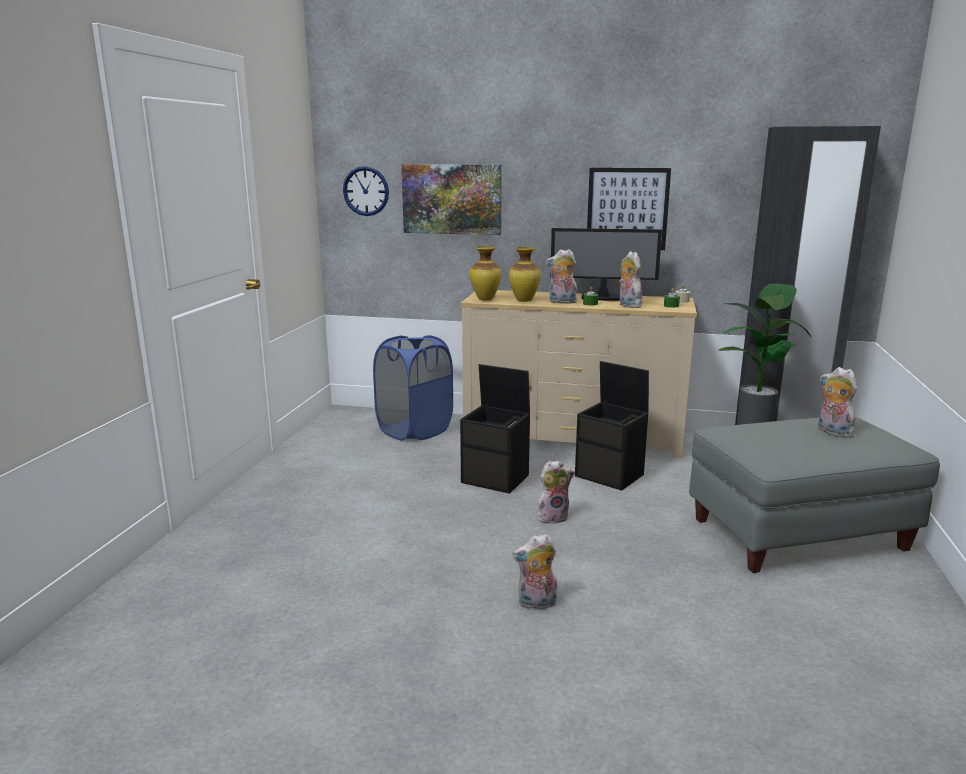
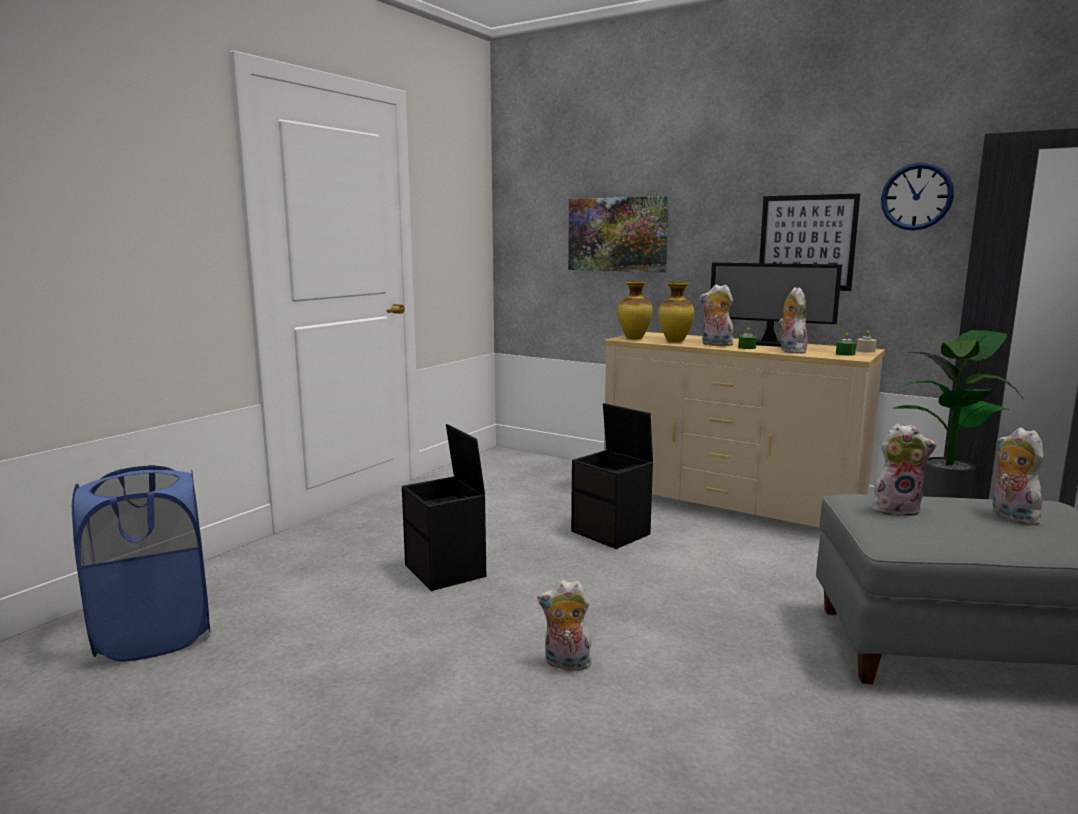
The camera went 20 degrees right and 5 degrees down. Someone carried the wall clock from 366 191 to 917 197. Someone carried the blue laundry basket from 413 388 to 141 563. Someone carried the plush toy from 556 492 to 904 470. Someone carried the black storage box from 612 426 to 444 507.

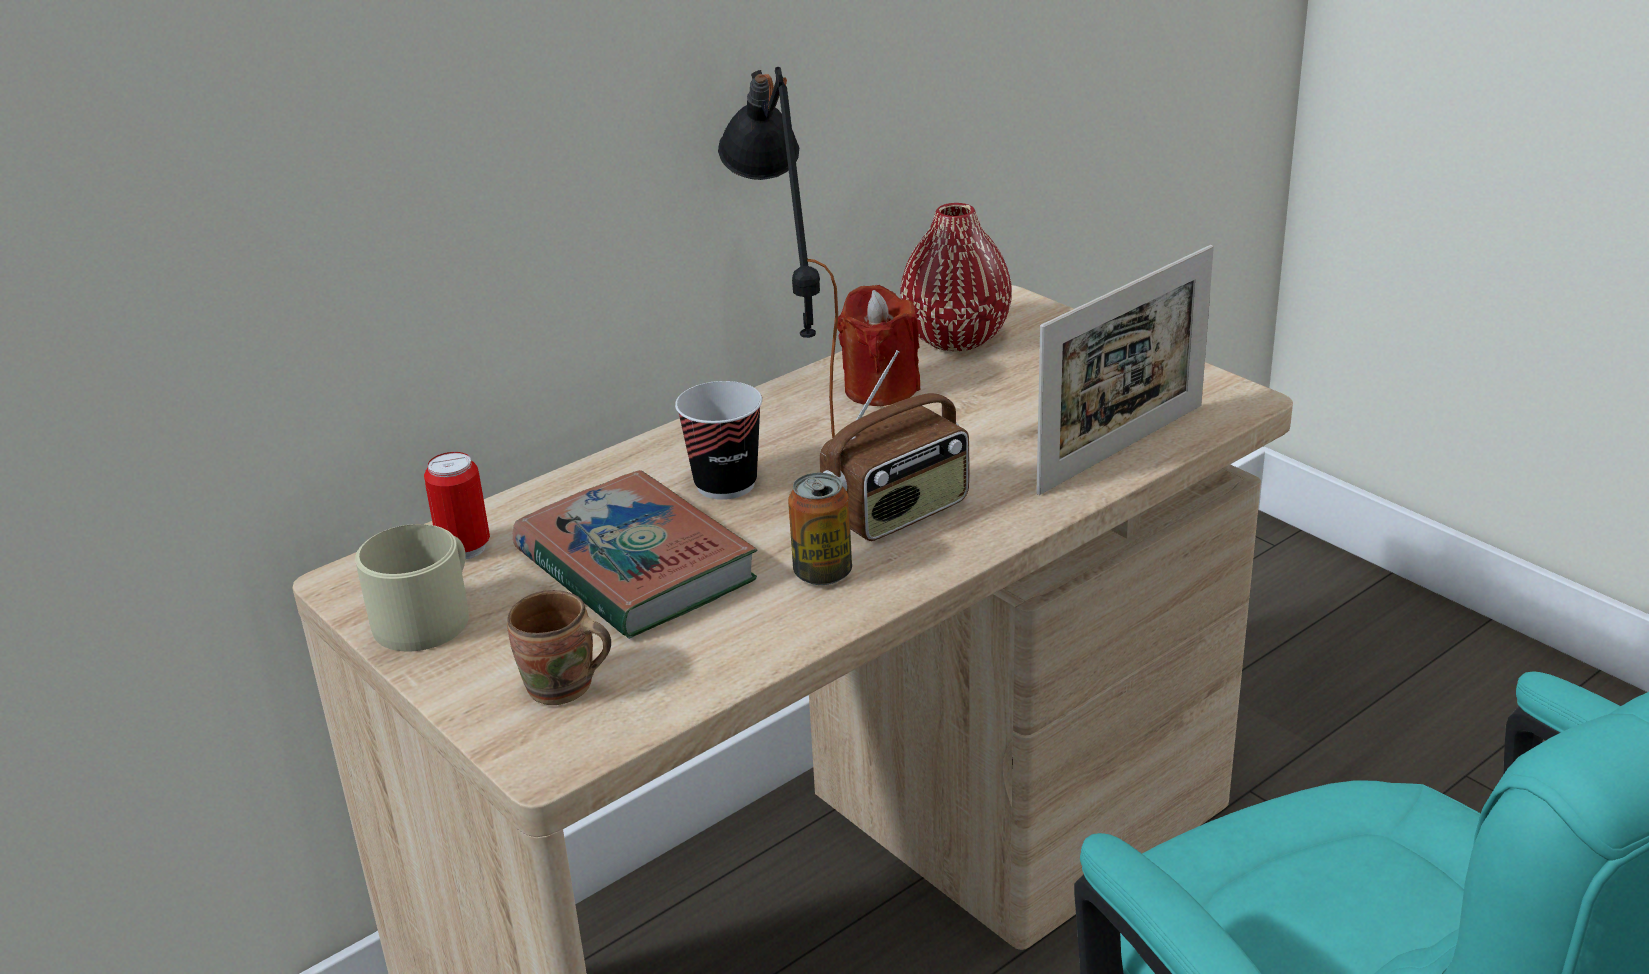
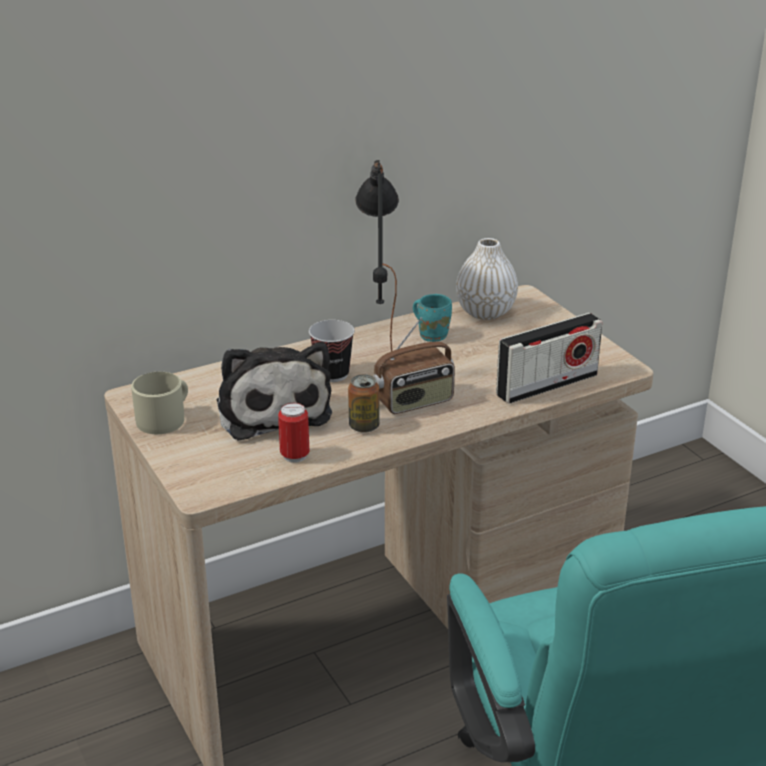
The camera went 10 degrees right and 0 degrees up. Someone took away the brown mug at 559 647. Someone carried the can from 457 506 to 293 433. Someone swapped the book at 634 554 for the plush toy at 274 391. Someone swapped the red candle at 878 345 for the turquoise mug at 432 318. Someone swapped the picture frame at 1125 370 for the radio at 549 358. Someone repainted the red vase at 956 277, which became the white vase at 487 279.

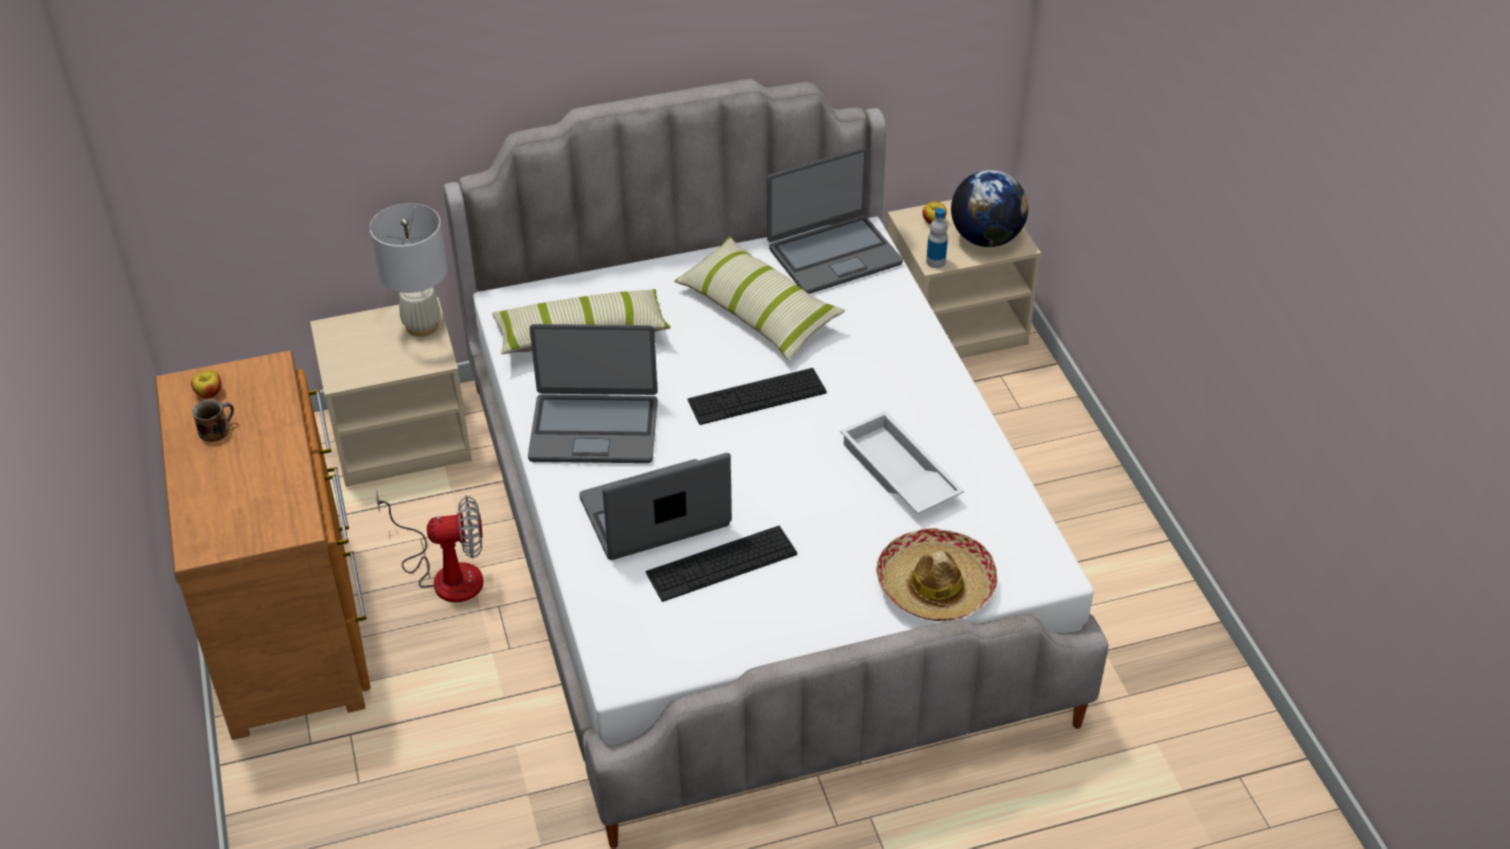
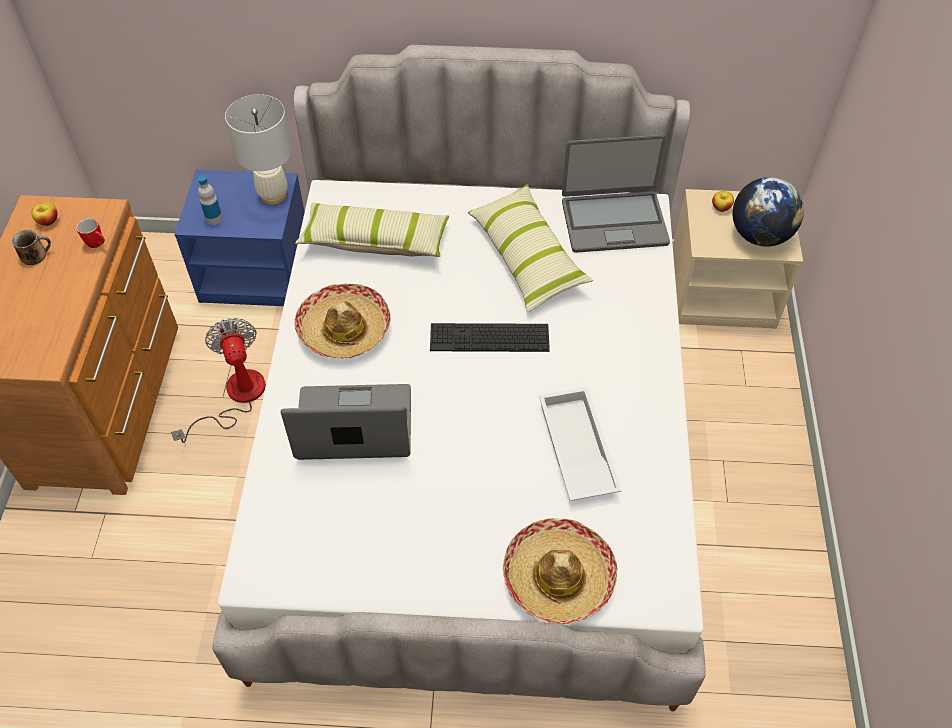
The camera went 20 degrees right and 10 degrees up. Someone took away the keyboard at 721 564. Someone put down the mug at 90 233. Someone carried the bottle from 937 238 to 210 200. Someone swapped the laptop at 593 393 for the hat at 342 320. Someone repainted the beige nightstand at 391 392, which became the blue nightstand at 240 237. Someone rotated the fan at 429 546 by 120 degrees counterclockwise.

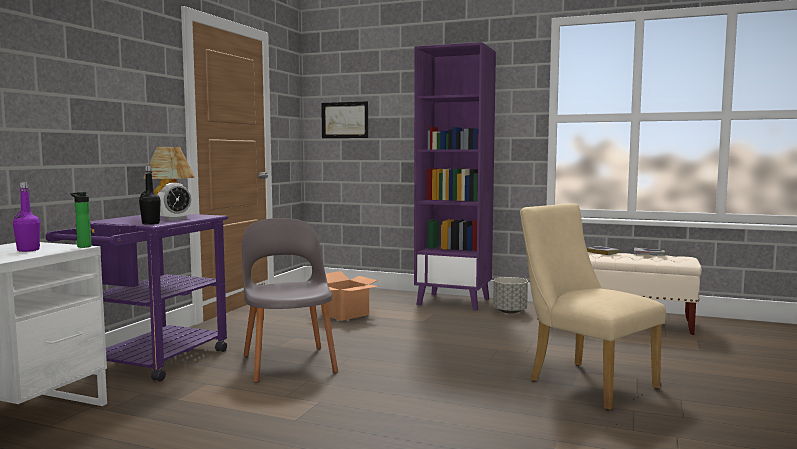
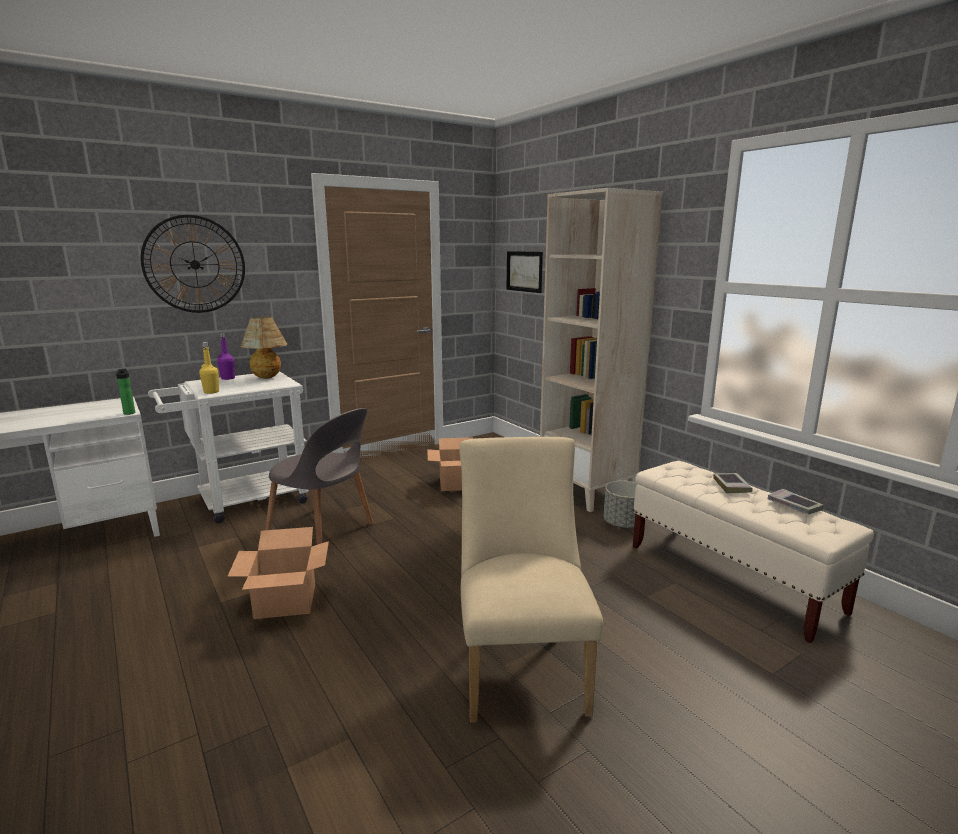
The camera went 35 degrees right and 10 degrees up. Someone took away the alarm clock at 175 201. Someone put up the wall clock at 193 264. Someone put down the cardboard box at 278 573. Someone carried the purple bottle from 26 217 to 226 356. Someone repainted the purple cart at 136 298, which became the white cart at 228 447. Someone repainted the black bottle at 150 195, which became the yellow bottle at 209 368. Someone repainted the purple bookcase at 455 176, which became the beige bookcase at 601 350. Someone rotated the grey chair at 290 300 by 105 degrees clockwise.

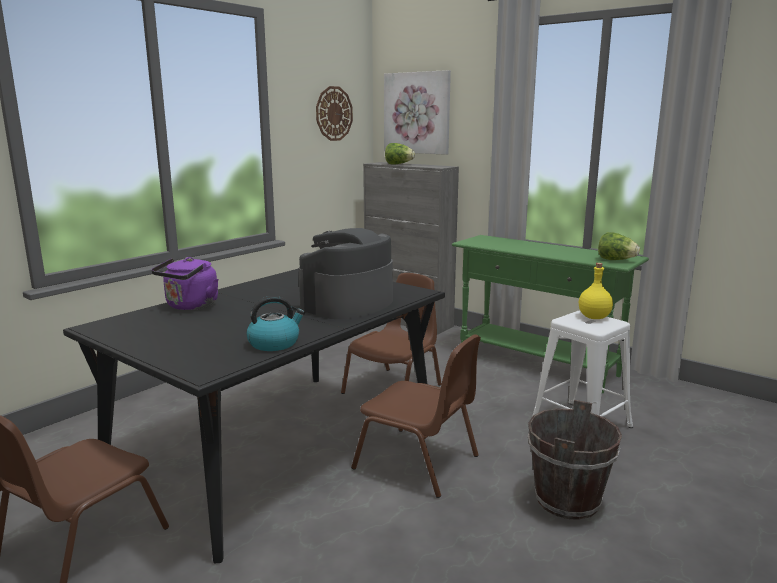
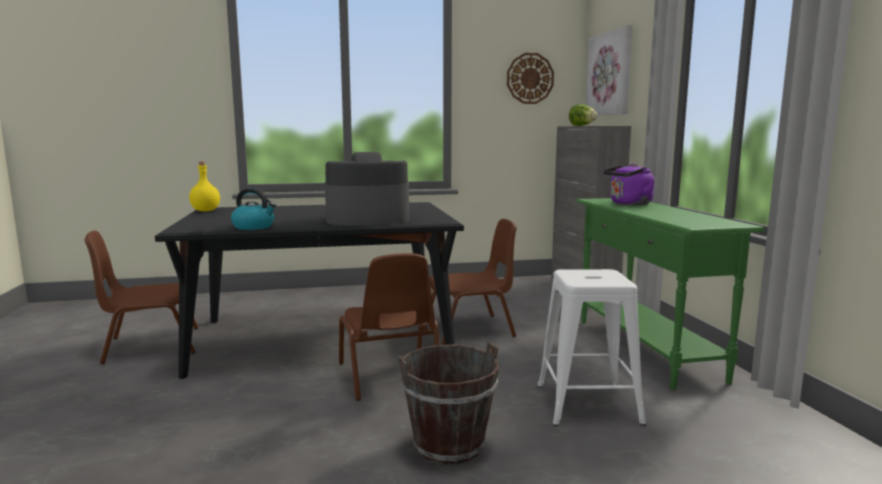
The camera went 40 degrees right and 5 degrees down. Someone took away the lettuce at 619 246. Someone carried the purple kettle from 184 283 to 628 184. Someone carried the yellow bottle from 596 291 to 204 186.

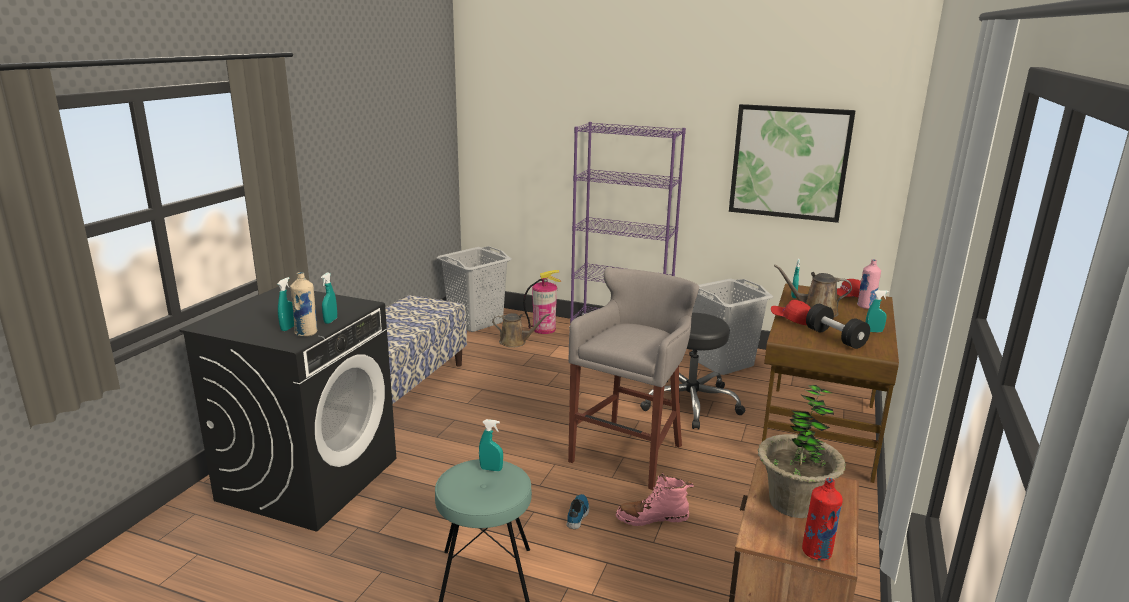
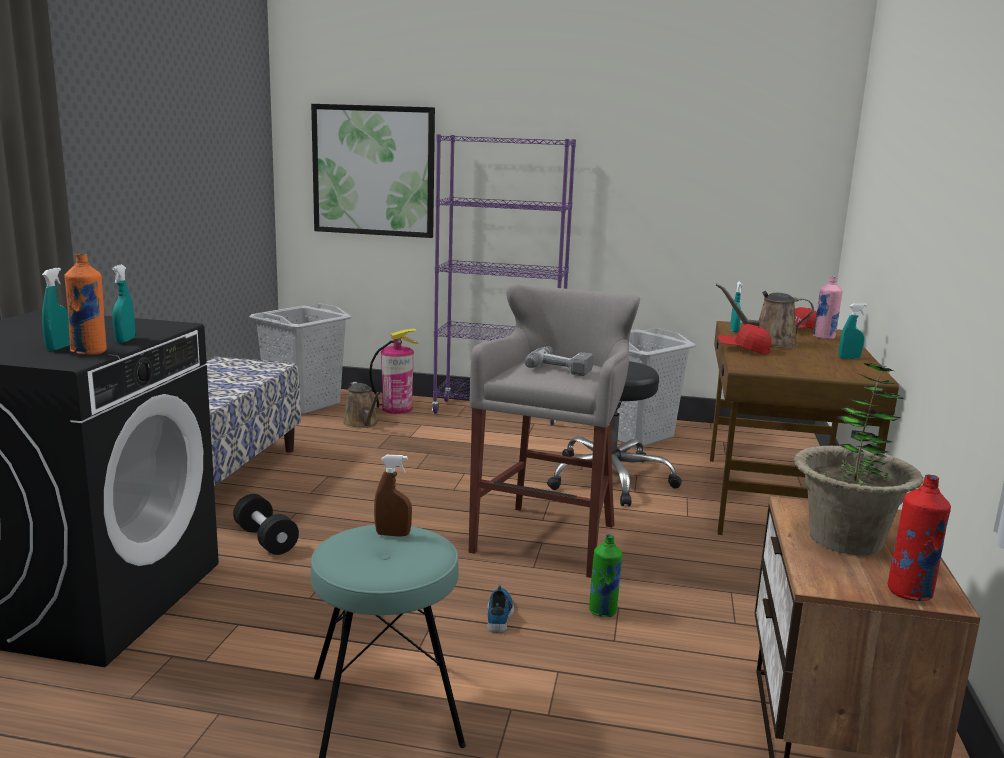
The camera went 10 degrees left and 5 degrees down. Someone put down the power drill at 559 361. Someone carried the picture from 792 163 to 373 171. Someone carried the black dumbbell from 838 326 to 266 524. Someone swapped the pink boot at 655 499 for the green bottle at 606 575. Someone repainted the beige bottle at 303 304, which became the orange bottle at 85 304. Someone repainted the turquoise spray bottle at 491 445, which became the brown spray bottle at 393 496. Someone rotated the brown watering can at 521 330 by 60 degrees clockwise.

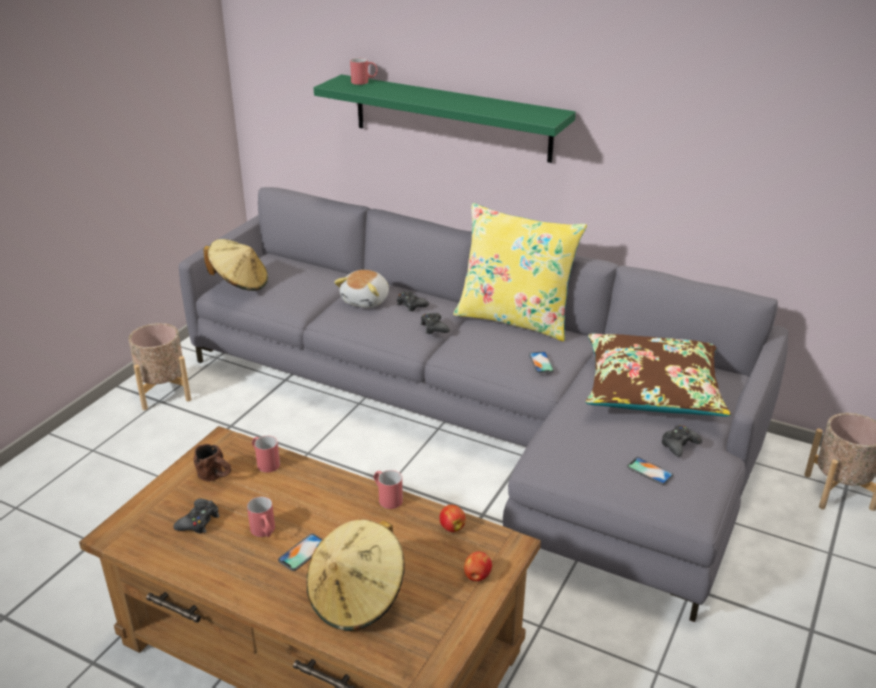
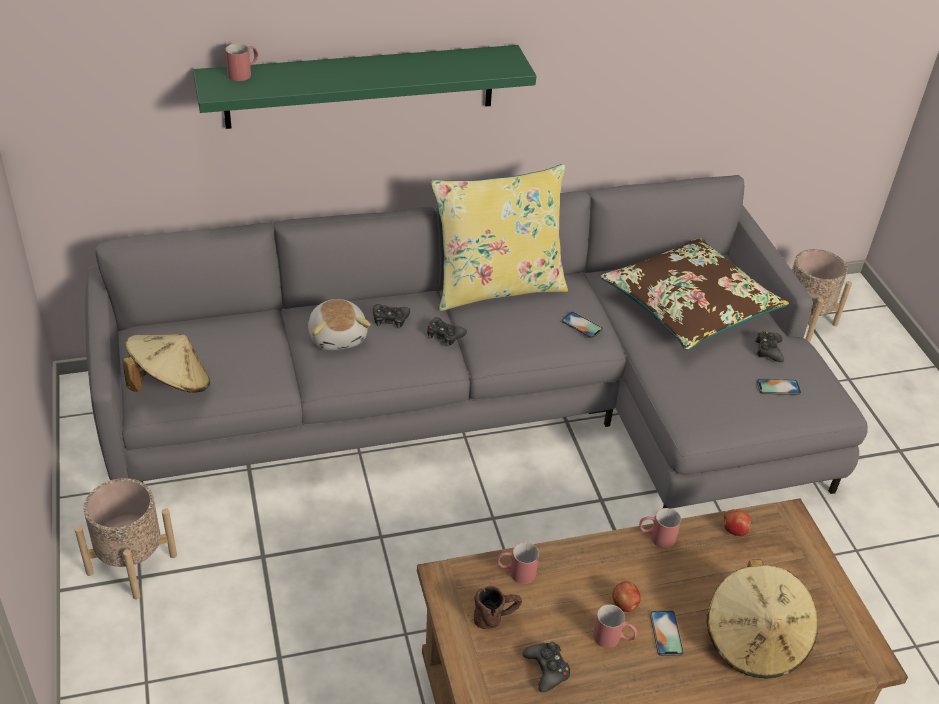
The camera went 45 degrees left and 10 degrees up. Someone carried the apple from 478 566 to 626 596.

